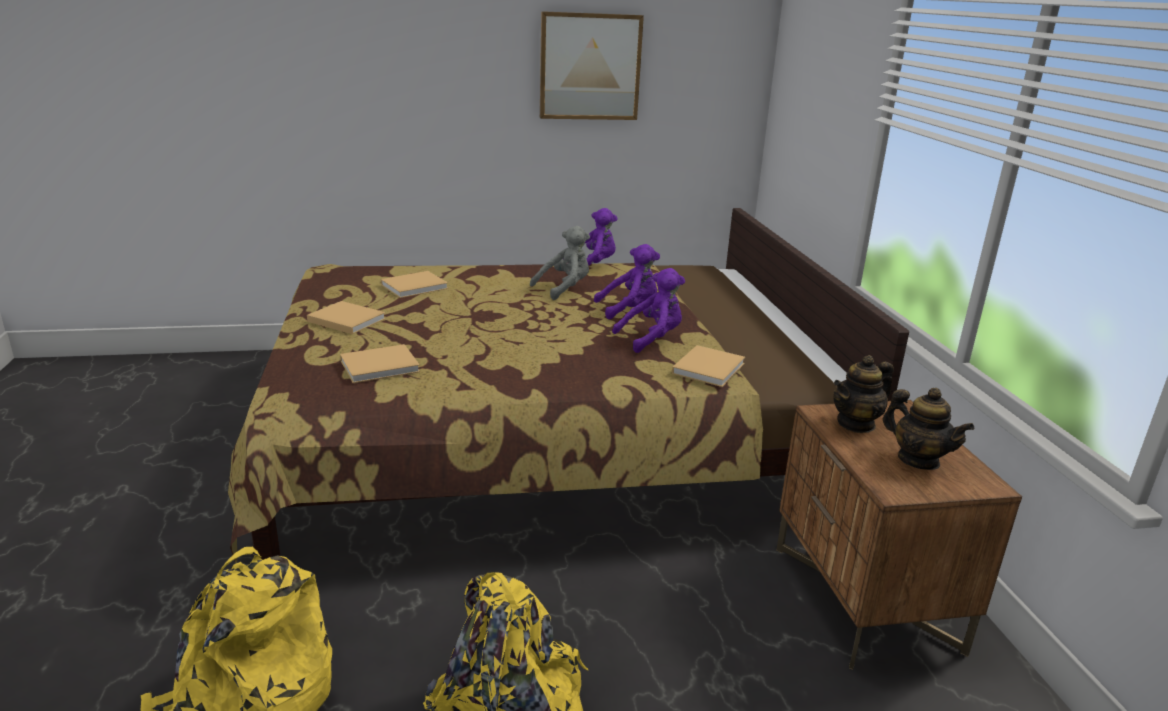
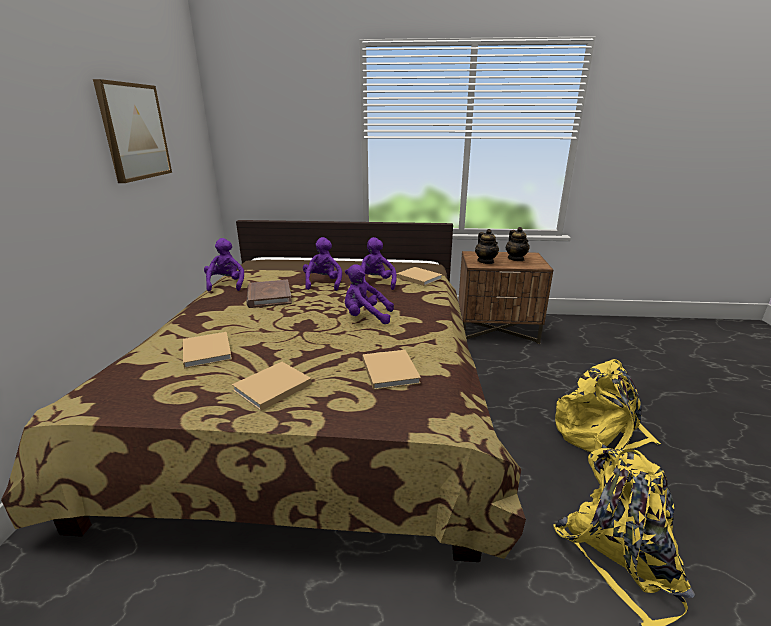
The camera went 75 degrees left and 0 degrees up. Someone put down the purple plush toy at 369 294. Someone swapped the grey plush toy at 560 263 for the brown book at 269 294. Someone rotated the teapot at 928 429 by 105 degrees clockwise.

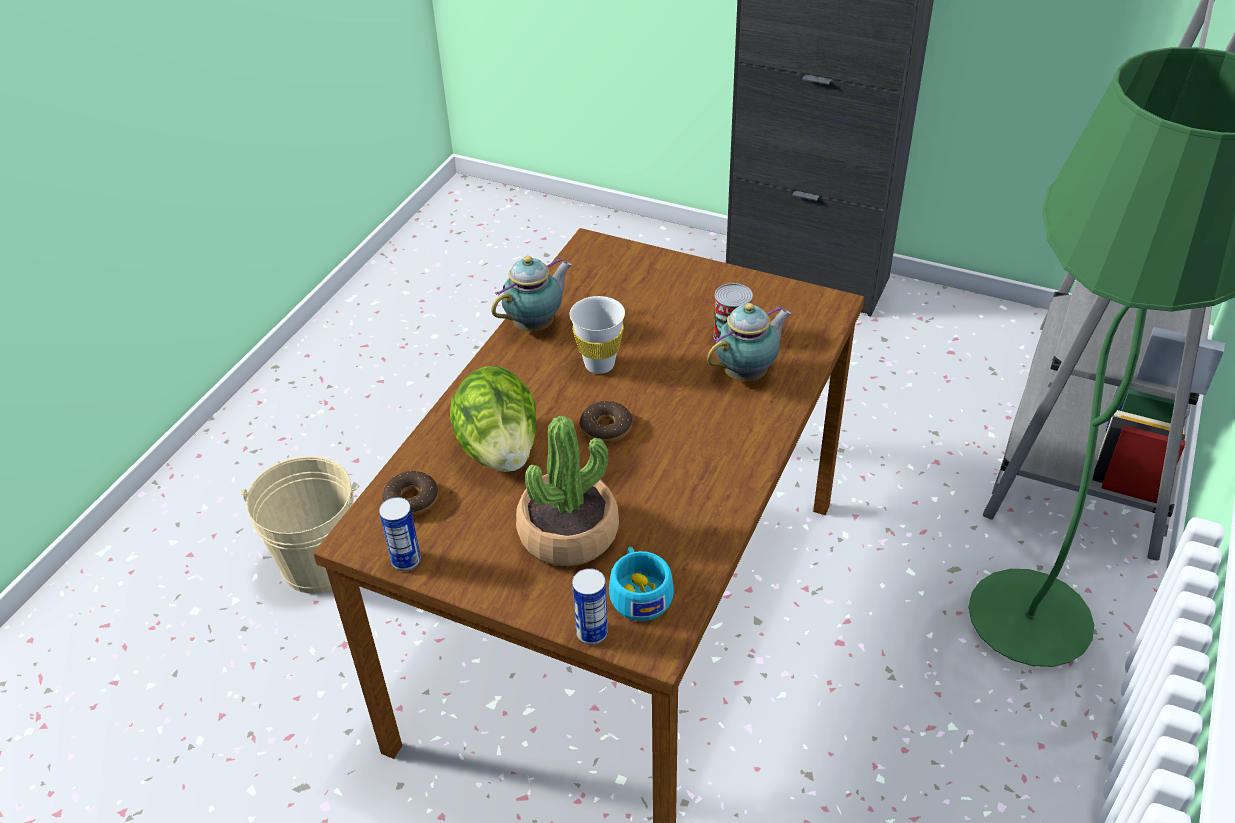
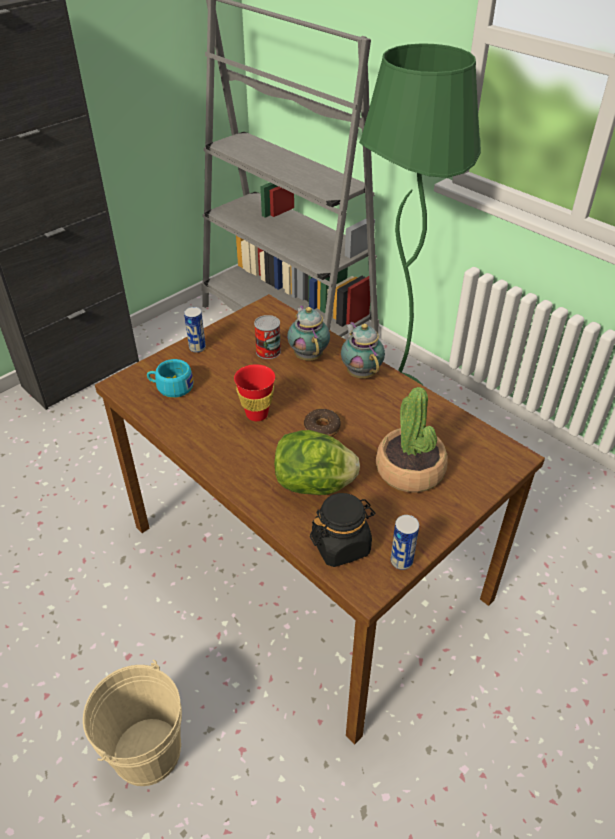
The camera went 70 degrees left and 0 degrees up. Someone carried the teapot from 531 294 to 363 350. Someone carried the can from 590 606 to 195 330. Someone carried the turquoise cup from 641 584 to 170 378. Someone swapped the donut at 410 494 for the black jar at 342 530. Someone repainted the white cup at 597 335, which became the red cup at 254 392.

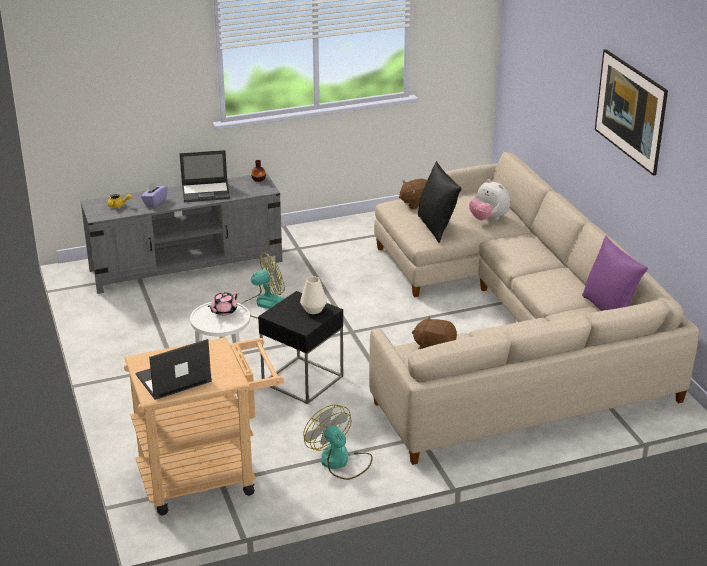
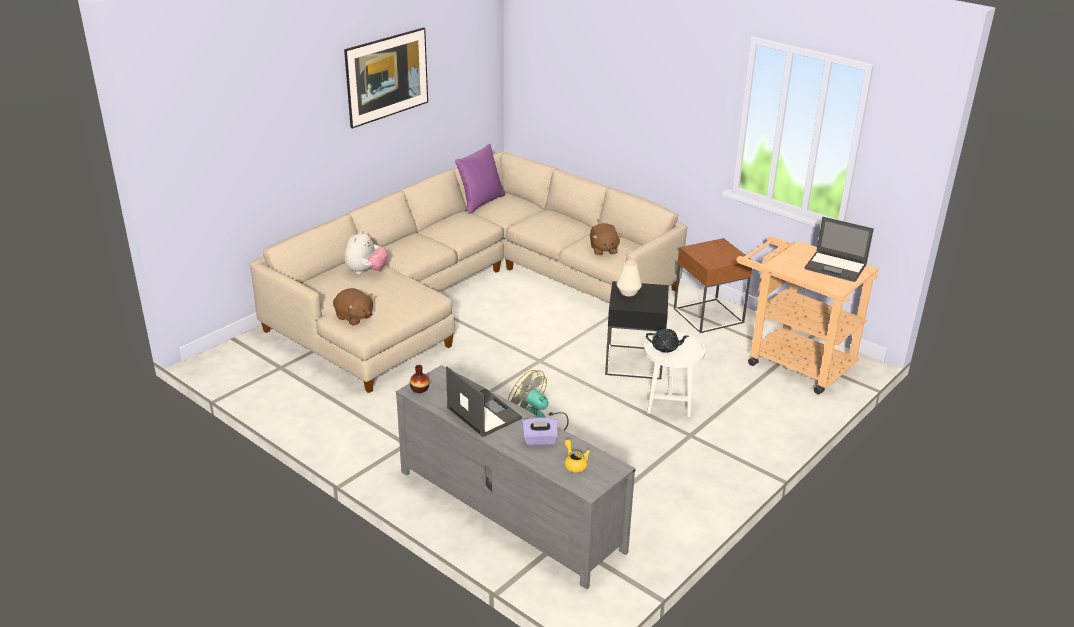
The camera went 120 degrees left and 0 degrees up. Someone took away the black pillow at 439 202. Someone swapped the fan at 338 442 for the brown side table at 713 285. Someone repainted the pink teapot at 222 304, which became the black teapot at 667 340.

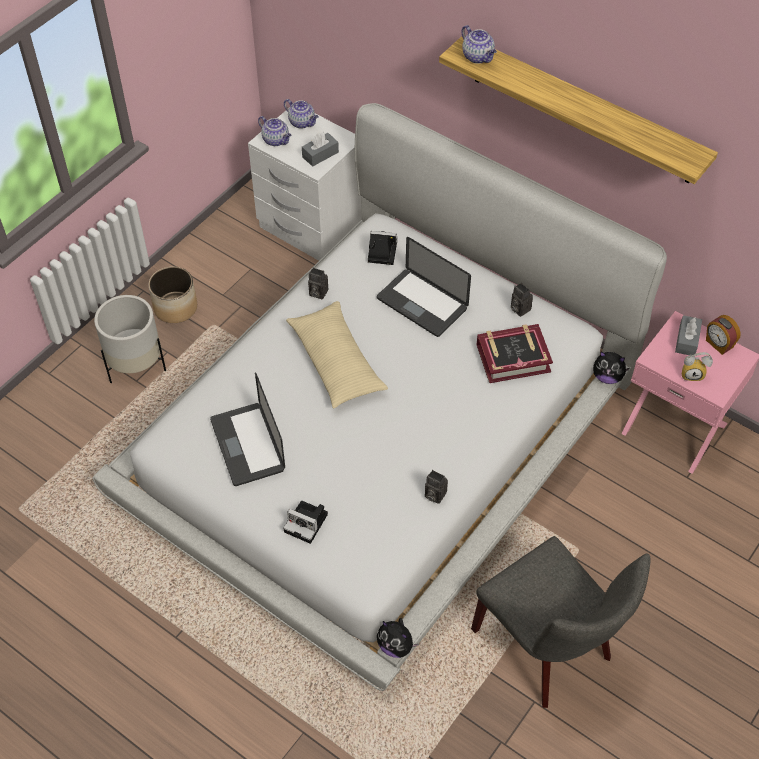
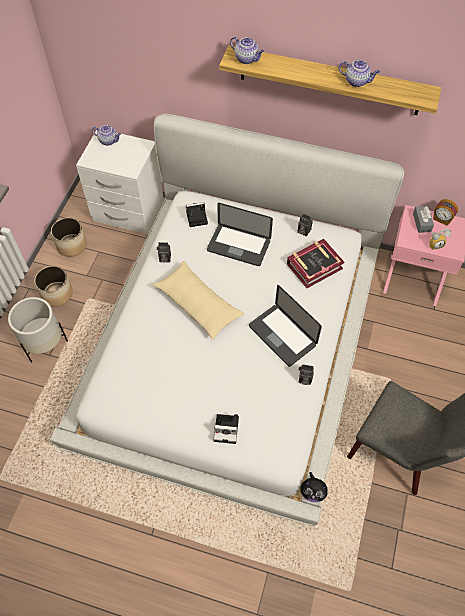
The camera went 20 degrees left and 5 degrees up. Someone took away the grey tissue box at 320 149. Someone took away the plush toy at 611 368. Someone put down the planter at 69 237. Someone carried the laptop from 247 429 to 285 326. Someone carried the teapot from 275 131 to 359 73.

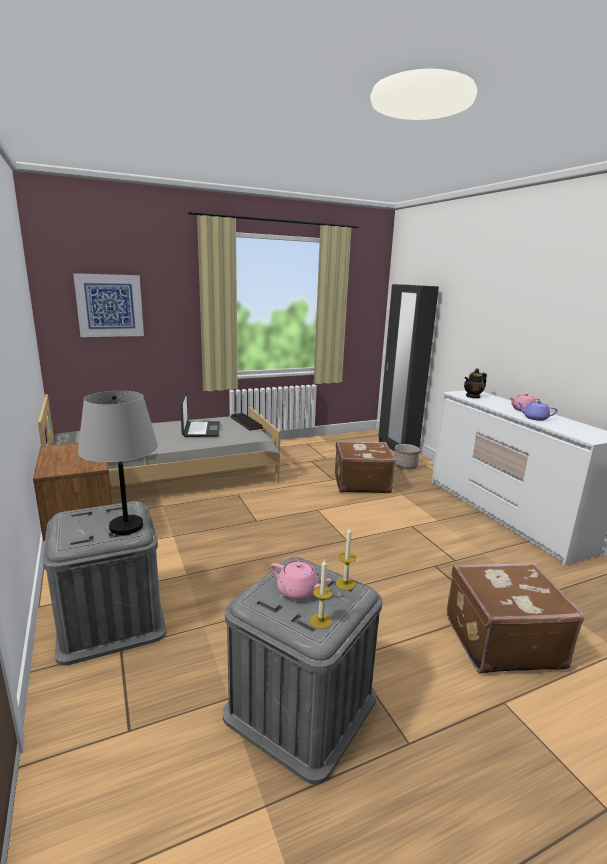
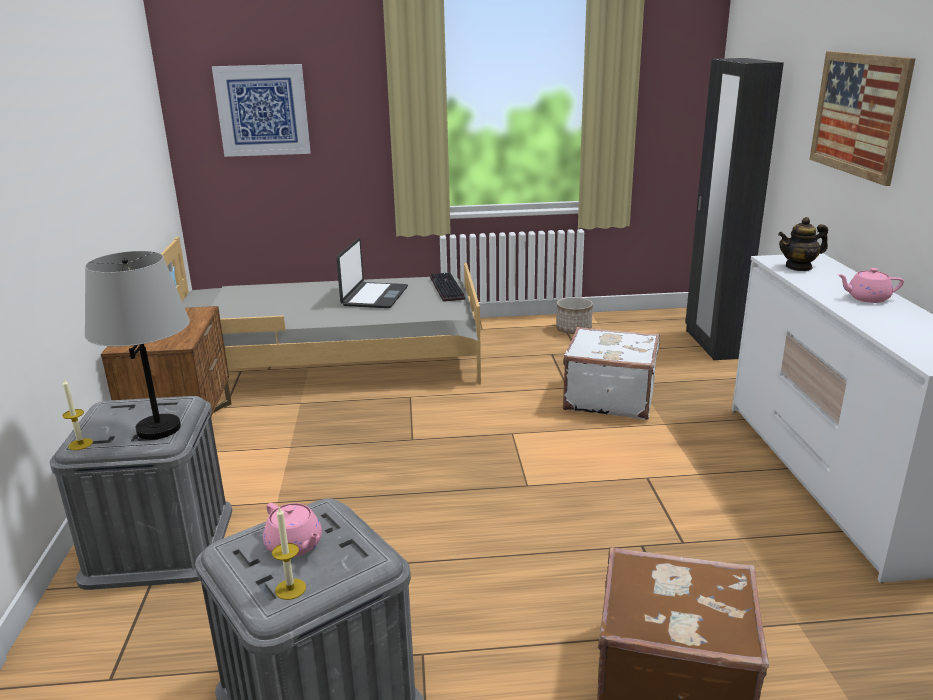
The camera went 20 degrees right and 5 degrees up. Someone took away the purple teapot at 537 411. Someone put up the picture at 862 118. Someone carried the candle from 346 559 to 77 414. Someone carried the planter from 407 456 to 574 315. Someone repainted the brown suitcase at 365 467, which became the white suitcase at 611 373.

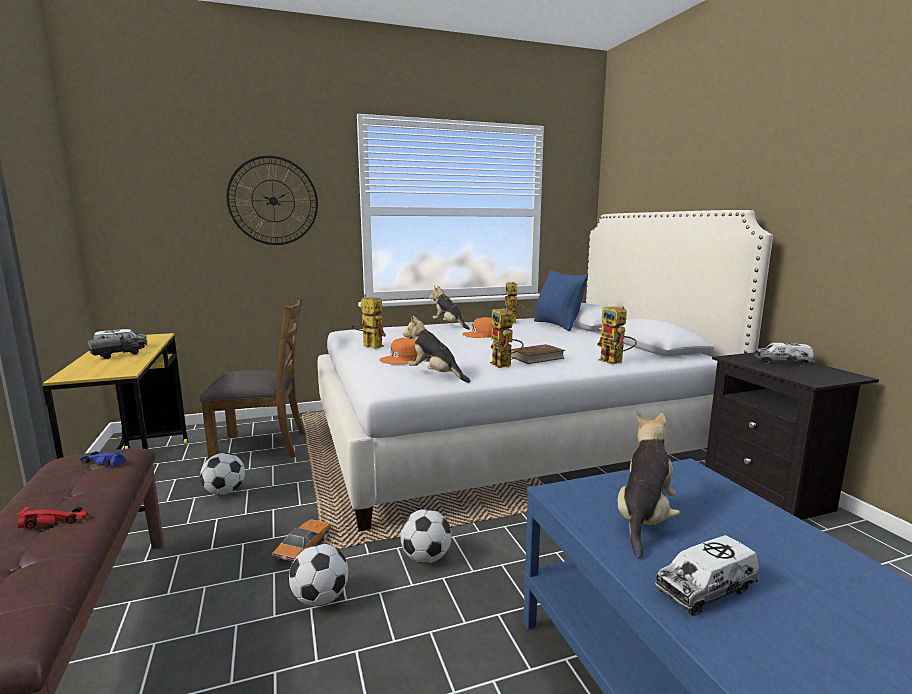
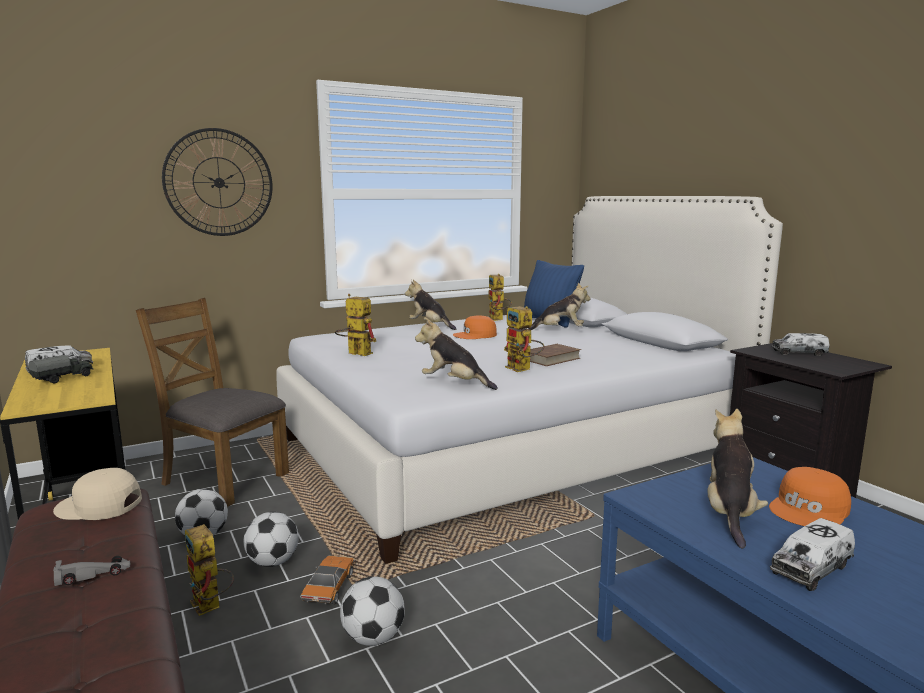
The camera went 10 degrees left and 0 degrees up. Someone put down the plush toy at 559 306. Someone carried the orange cap from 398 351 to 810 496. Someone carried the football from 426 536 to 271 539. Someone carried the toy robot from 617 335 to 209 570. Someone swapped the blue toy car at 102 458 for the beige cap at 97 494. Someone repainted the red toy car at 52 517, which became the grey toy car at 91 571. Someone rotated the brown chair at 252 378 by 135 degrees counterclockwise.

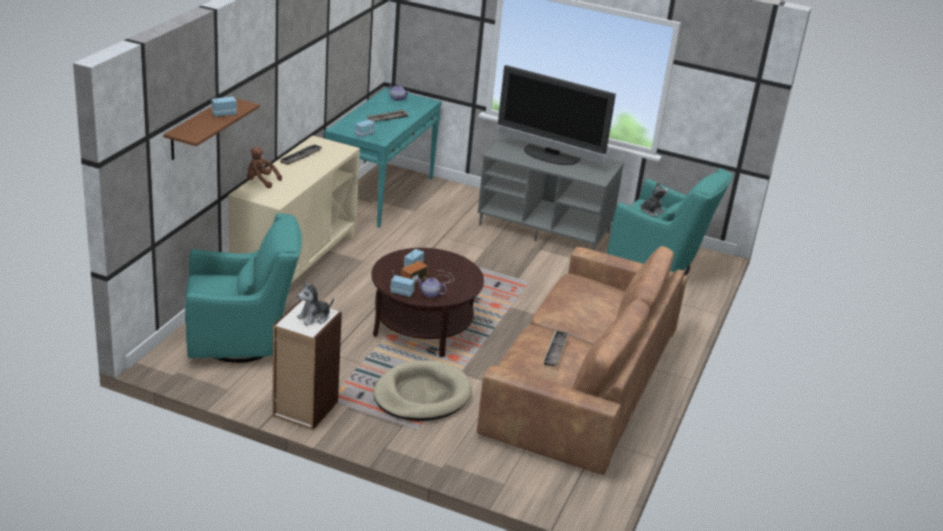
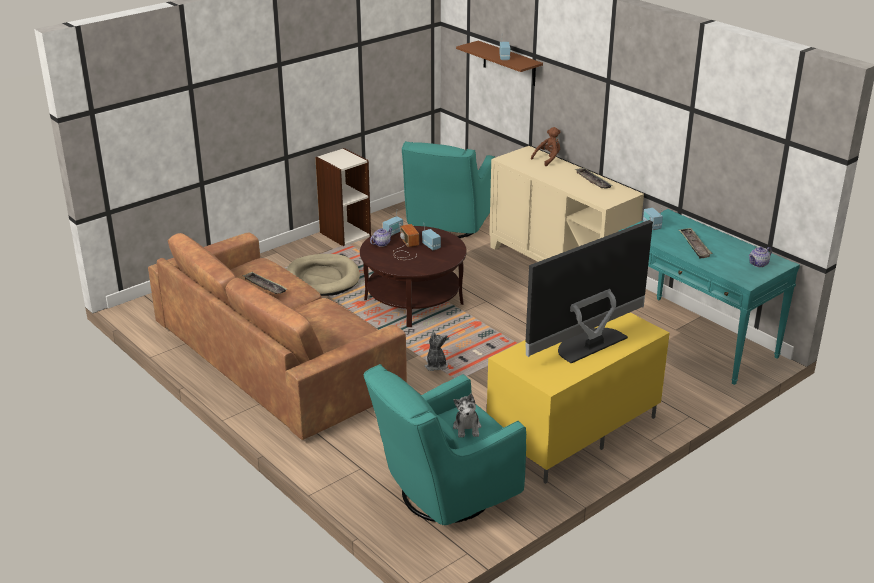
The camera went 120 degrees right and 0 degrees up. Someone carried the plush toy from 315 303 to 436 351. Someone repainted the grey tv stand at 551 192, which became the yellow tv stand at 578 398.

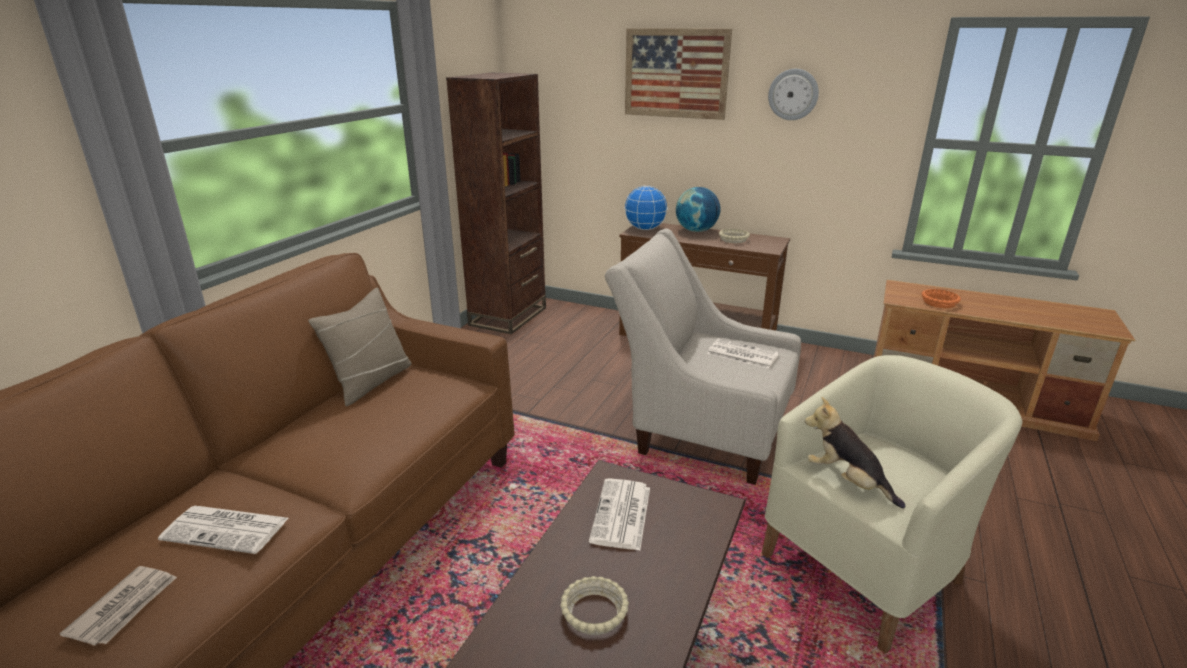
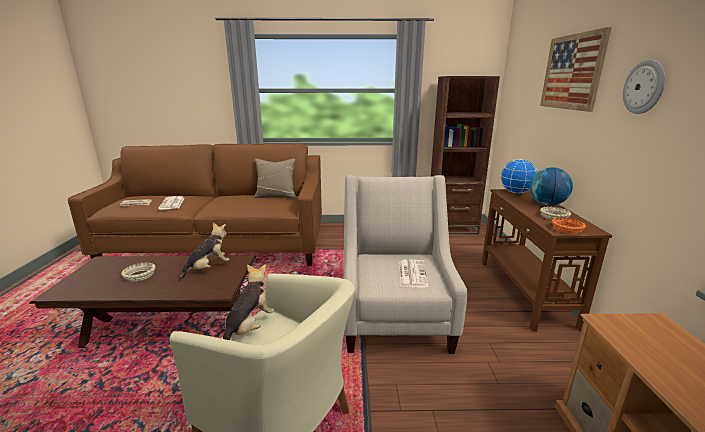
The camera went 65 degrees right and 5 degrees down. Someone carried the orange bowl from 941 298 to 569 226. Someone swapped the newspaper at 619 514 for the plush toy at 204 252.

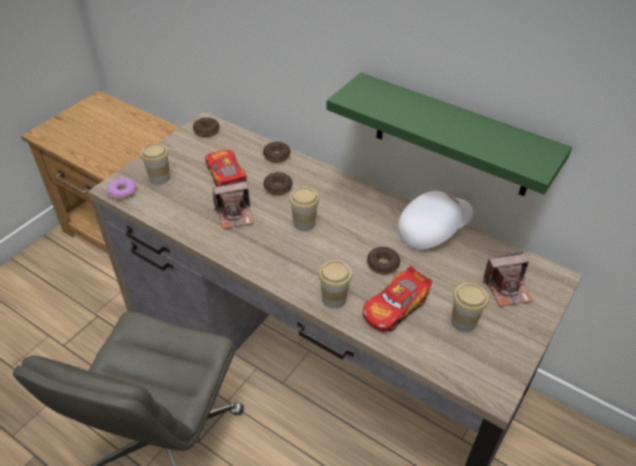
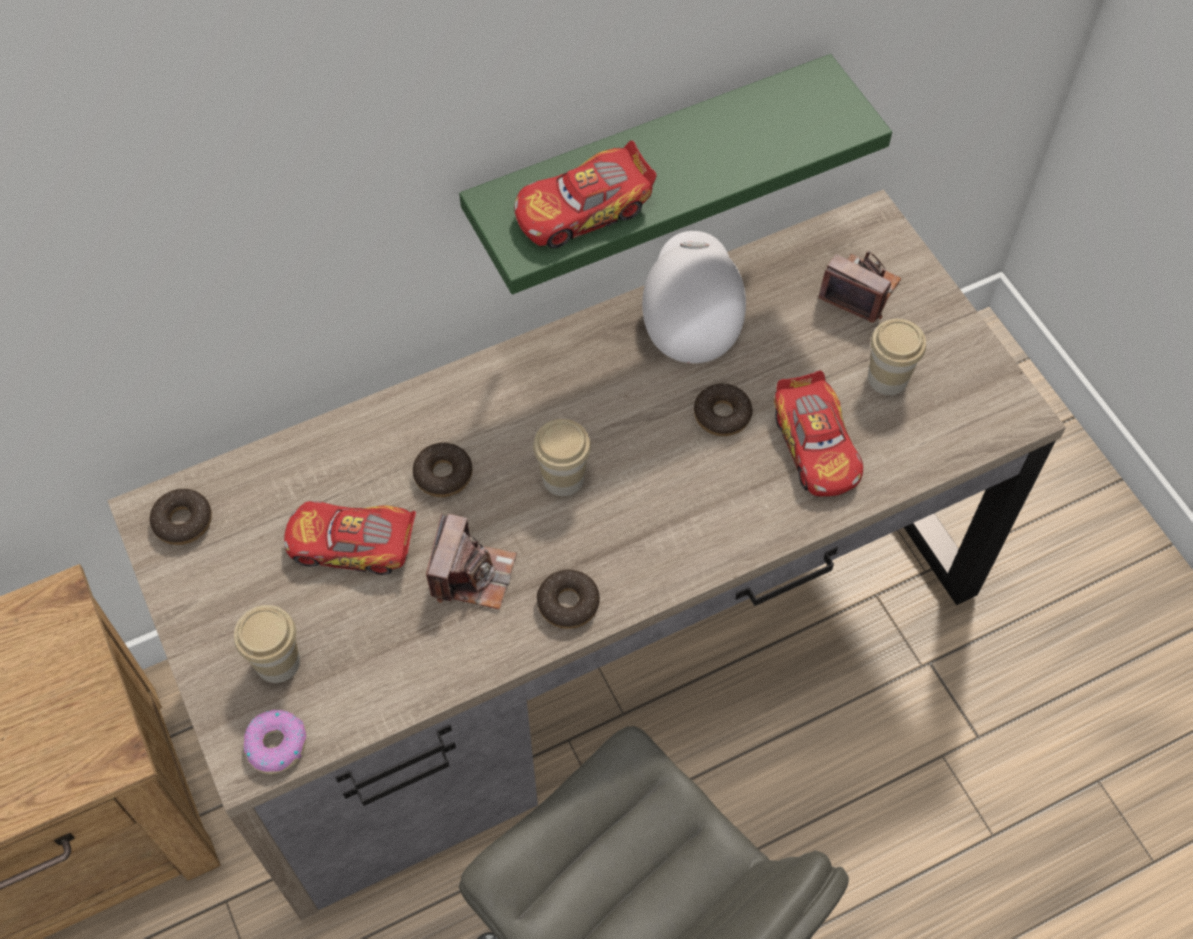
The camera went 60 degrees left and 15 degrees up. Someone took away the cup at 335 284. Someone put down the toy car at 585 194. Someone carried the donut from 276 152 to 568 599. Someone rotated the photo camera at 508 279 by 75 degrees counterclockwise.

